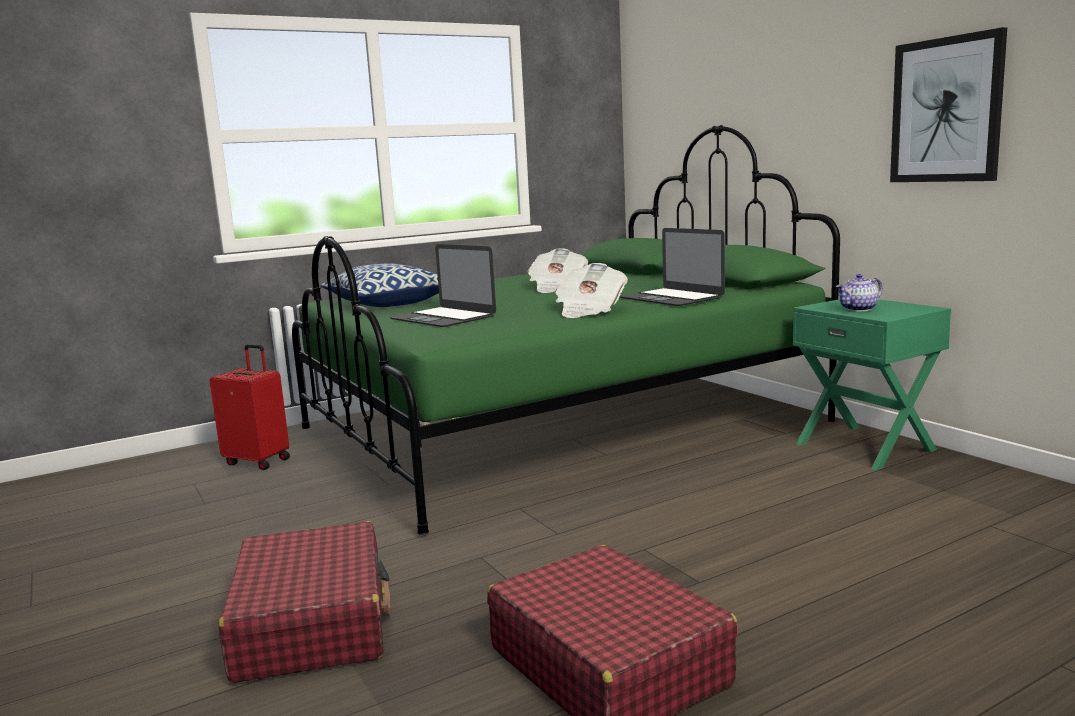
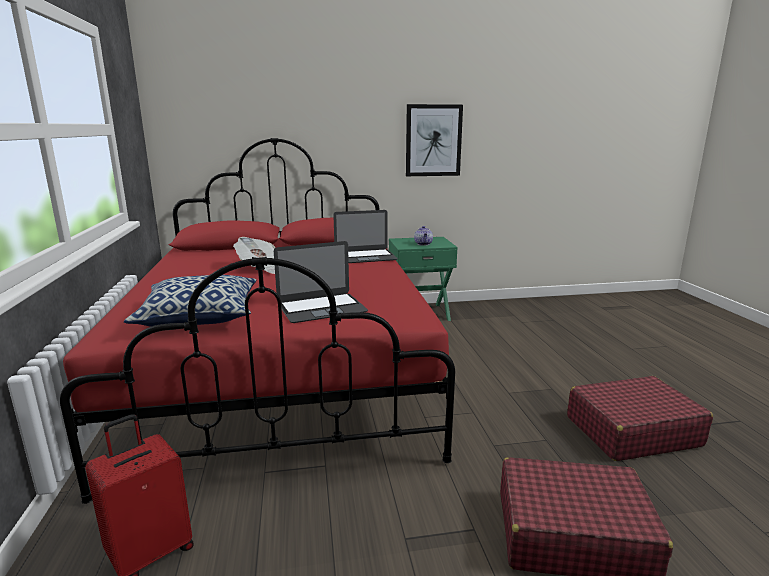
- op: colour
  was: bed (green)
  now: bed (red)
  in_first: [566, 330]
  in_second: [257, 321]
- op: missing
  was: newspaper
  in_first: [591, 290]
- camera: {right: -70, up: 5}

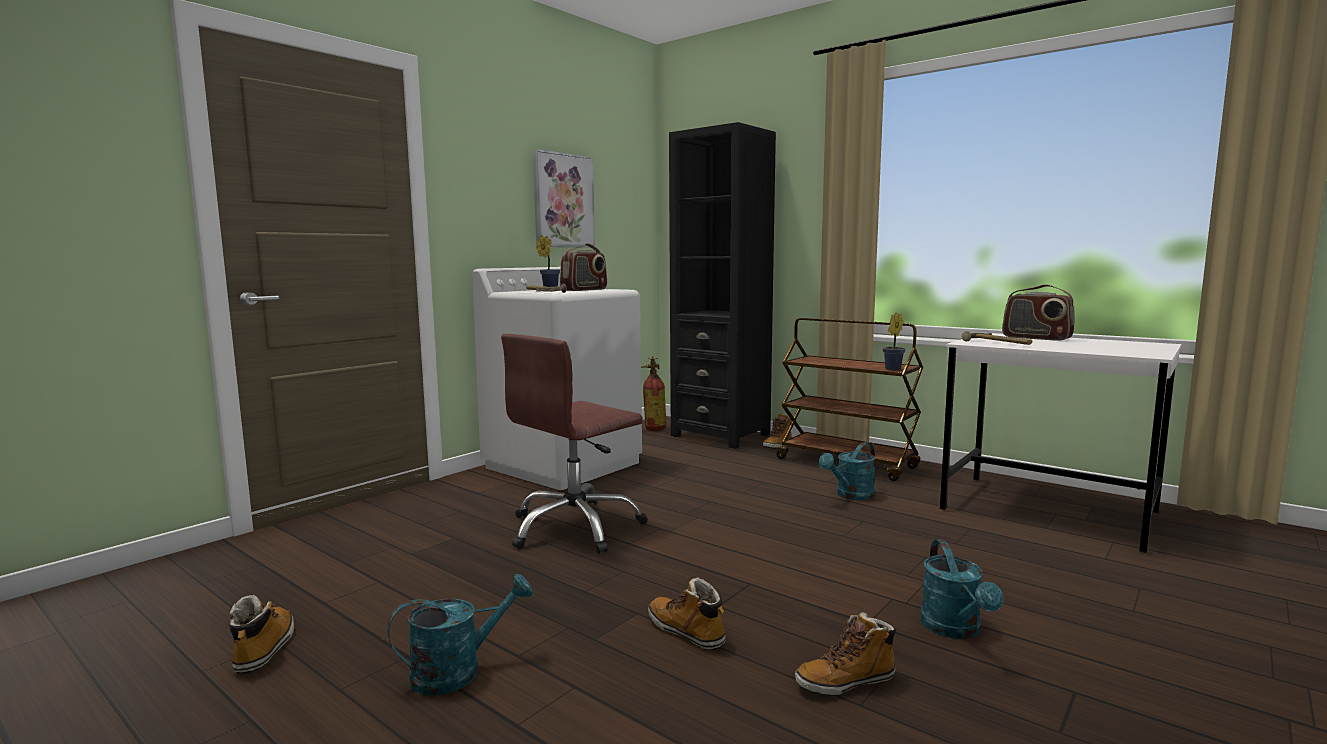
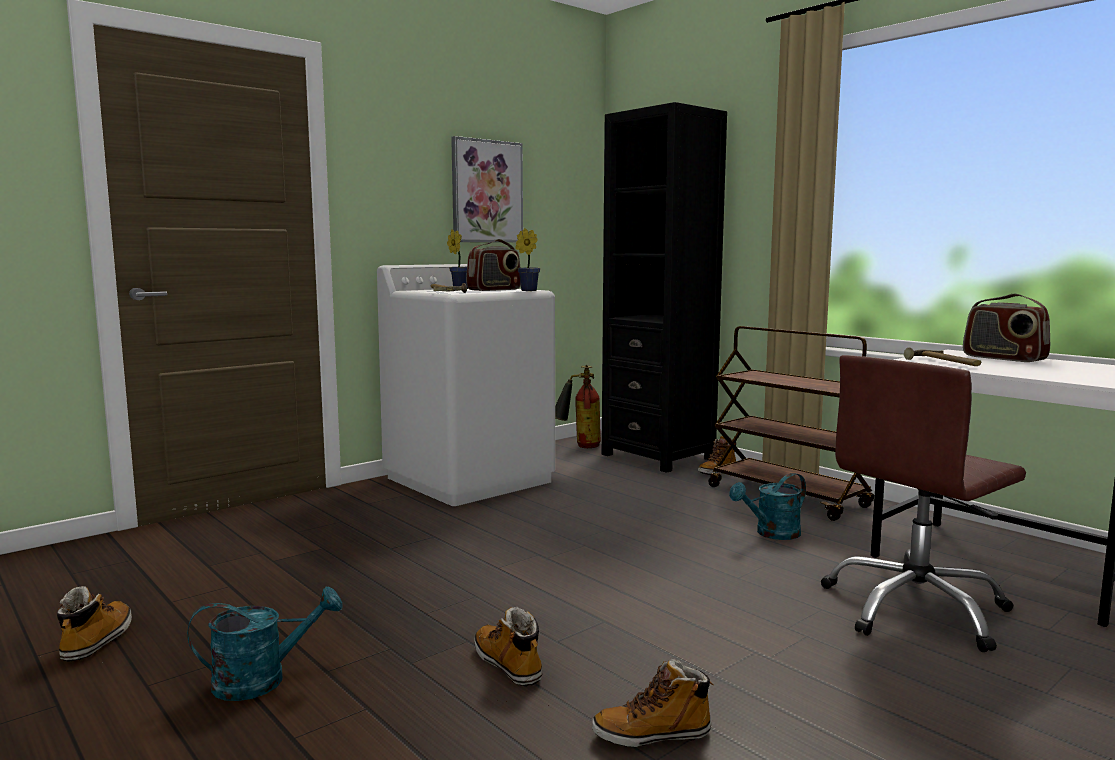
- op: relocated
  was: potted plant
  in_first: [894, 341]
  in_second: [527, 259]
- op: relocated
  was: office chair (brown)
  in_first: [574, 444]
  in_second: [923, 503]
- op: missing
  was: watering can (turquoise)
  in_first: [962, 589]
- camera: {right: 10, up: 0}

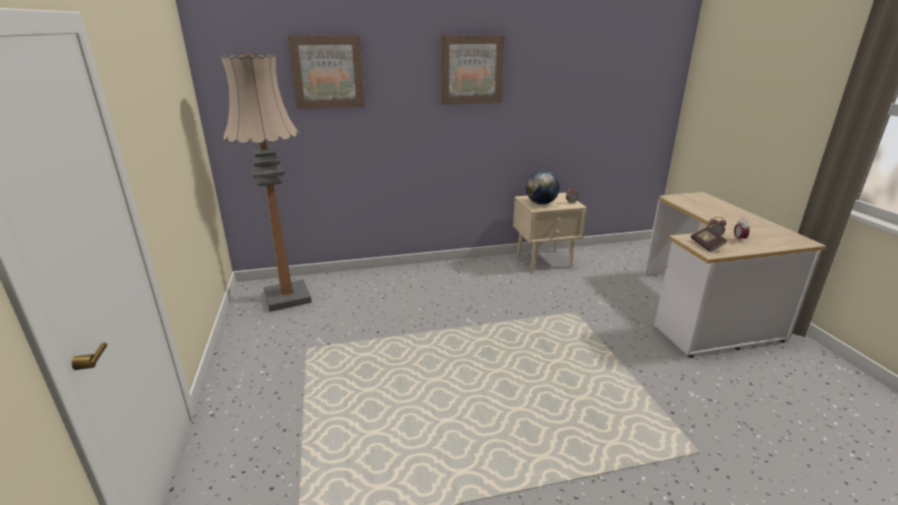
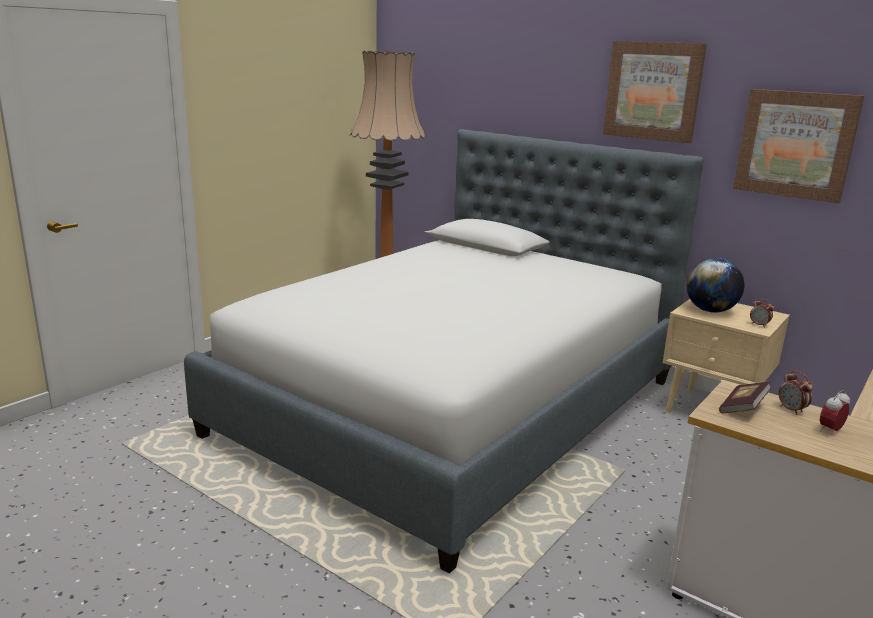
- op: relocated
  was: picture
  in_first: [326, 72]
  in_second: [798, 146]
- op: appeared
  now: bed
  in_second: [444, 351]
- camera: {right: 50, up: -5}

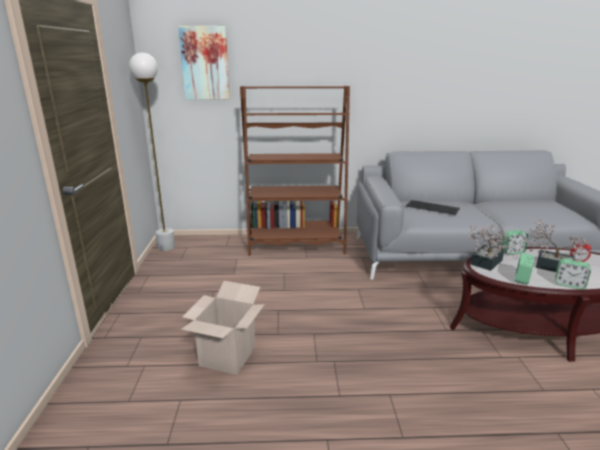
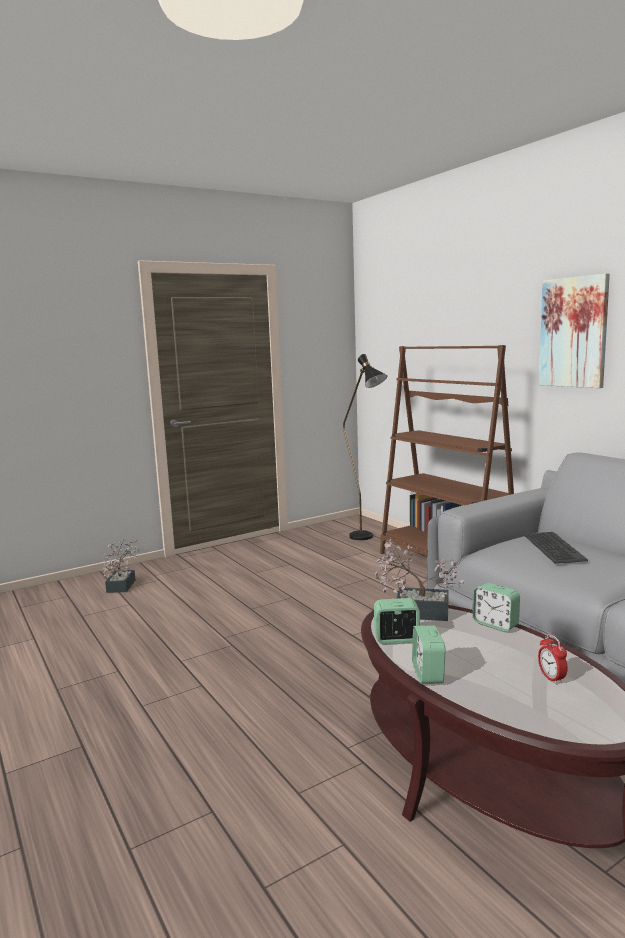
- op: relocated
  was: picture
  in_first: [204, 63]
  in_second: [574, 330]
- op: missing
  was: floor lamp (white)
  in_first: [152, 152]
- op: relocated
  was: potted plant
  in_first: [557, 245]
  in_second: [121, 565]
- op: missing
  was: cardboard box
  in_first: [223, 328]
- op: appeared
  now: floor lamp (black)
  in_second: [365, 447]
- camera: {right: 60, up: -10}

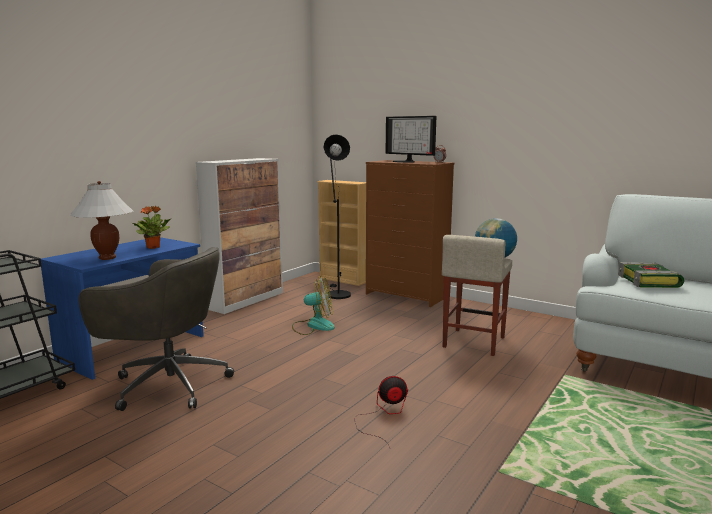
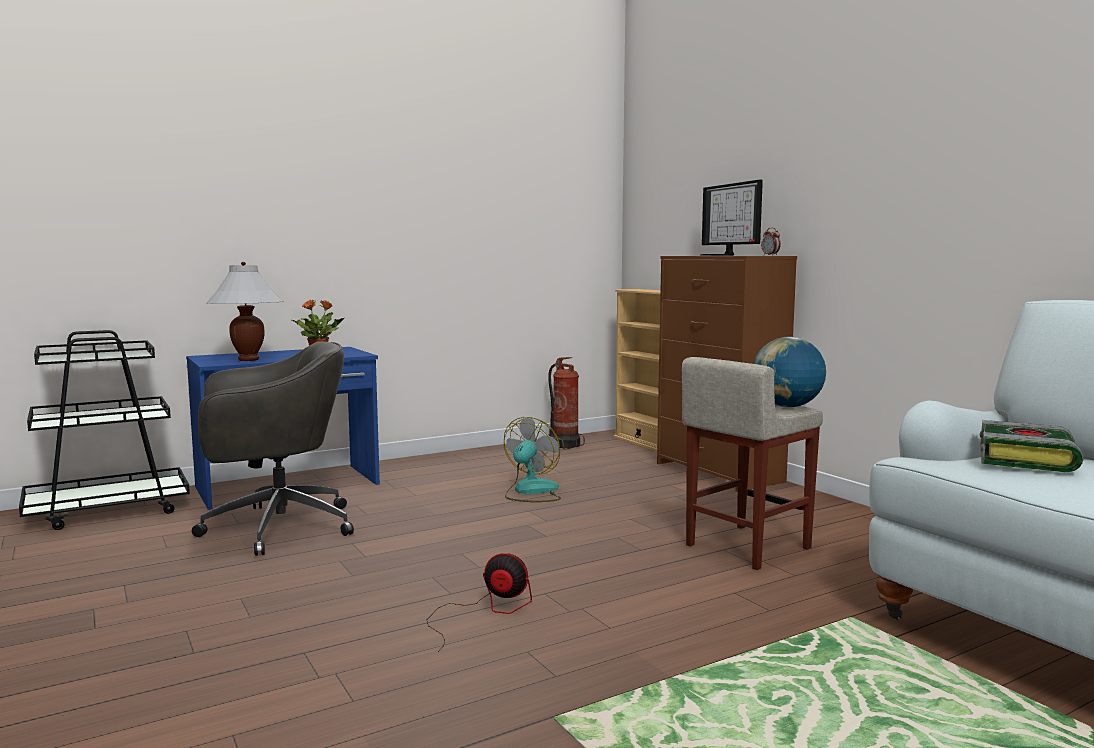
- op: missing
  was: floor lamp (black)
  in_first: [337, 216]
- op: missing
  was: cabinet
  in_first: [239, 236]
- op: spun
  was: office chair (grey)
  in_first: [156, 329]
  in_second: [273, 449]
  clockwise: -60
- op: spun
  was: fan
  in_first: [313, 305]
  in_second: [532, 459]
  clockwise: -90
- op: appeared
  now: fire extinguisher
  in_second: [566, 403]
- camera: {right: 25, up: -5}

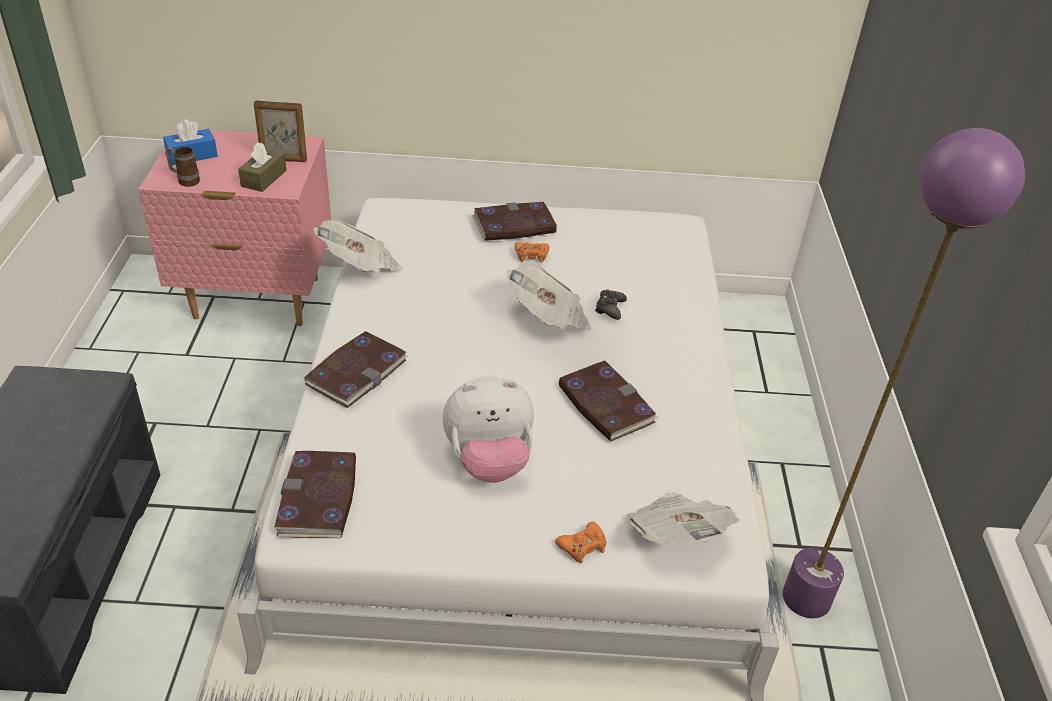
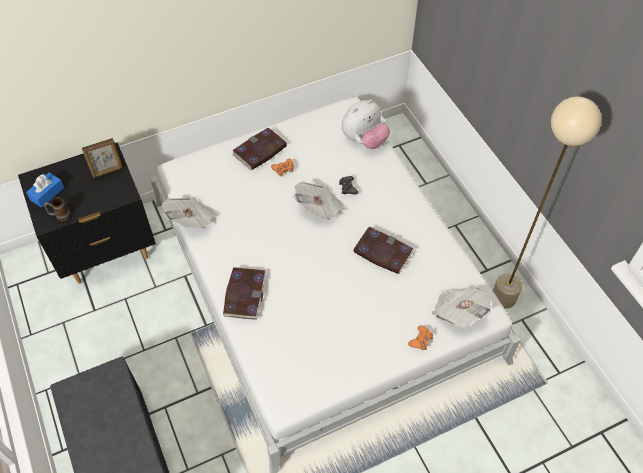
- op: colour
  was: floor lamp (purple)
  now: floor lamp (beige)
  in_first: [904, 373]
  in_second: [547, 202]
- op: colour
  was: nightstand (pink)
  now: nightstand (black)
  in_first: [234, 227]
  in_second: [87, 213]
- op: missing
  was: tissue box (brown)
  in_first: [262, 167]
- op: relocated
  was: plush toy
  in_first: [488, 429]
  in_second: [366, 124]
- op: missing
  was: book
  in_first: [315, 494]
- camera: {right: -25, up: 15}

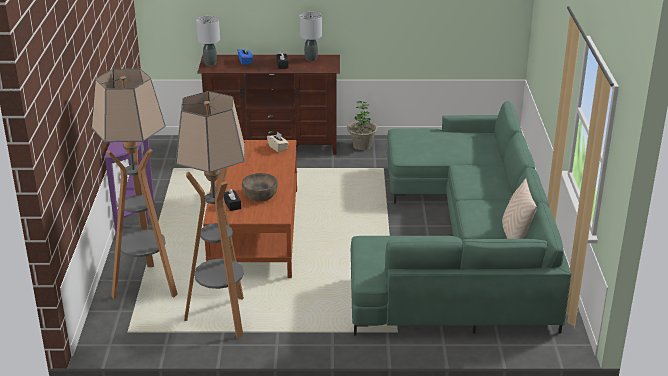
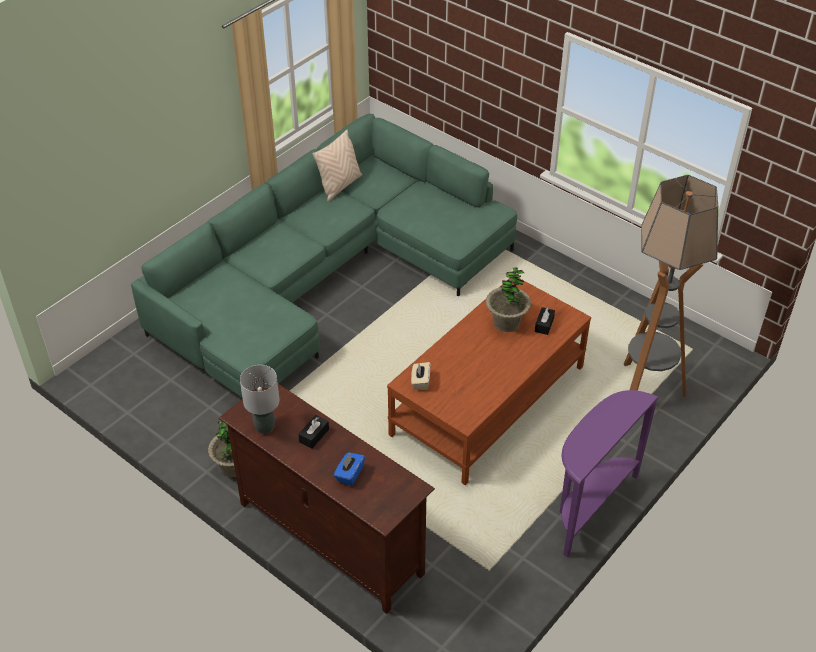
- op: missing
  was: table lamp (grey)
  in_first: [208, 41]
- op: missing
  was: floor lamp
  in_first: [210, 214]
- op: exchanged
  was: bowl (brown)
  now: potted plant
  in_first: [260, 187]
  in_second: [508, 300]
- camera: {right: -140, up: 15}

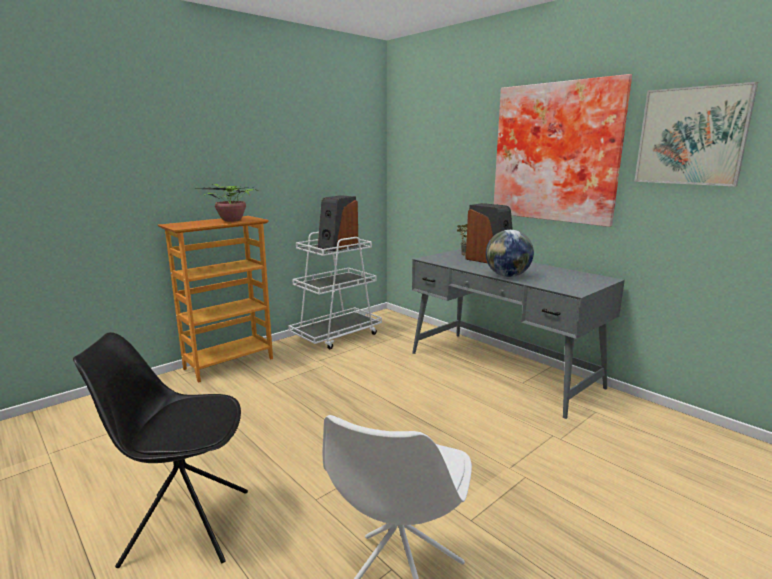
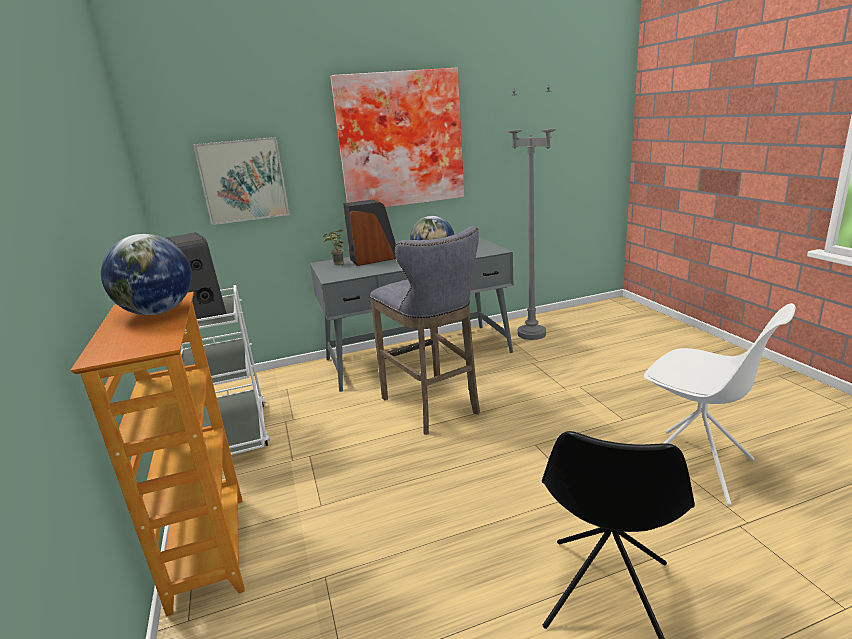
- op: relocated
  was: picture
  in_first: [696, 134]
  in_second: [241, 181]
- op: exchanged
  was: potted plant
  now: globe
  in_first: [228, 203]
  in_second: [146, 274]
- op: appeared
  now: floor lamp (grey)
  in_second: [531, 212]
- op: appeared
  now: stool (grey)
  in_second: [425, 330]
- camera: {right: -65, up: 5}

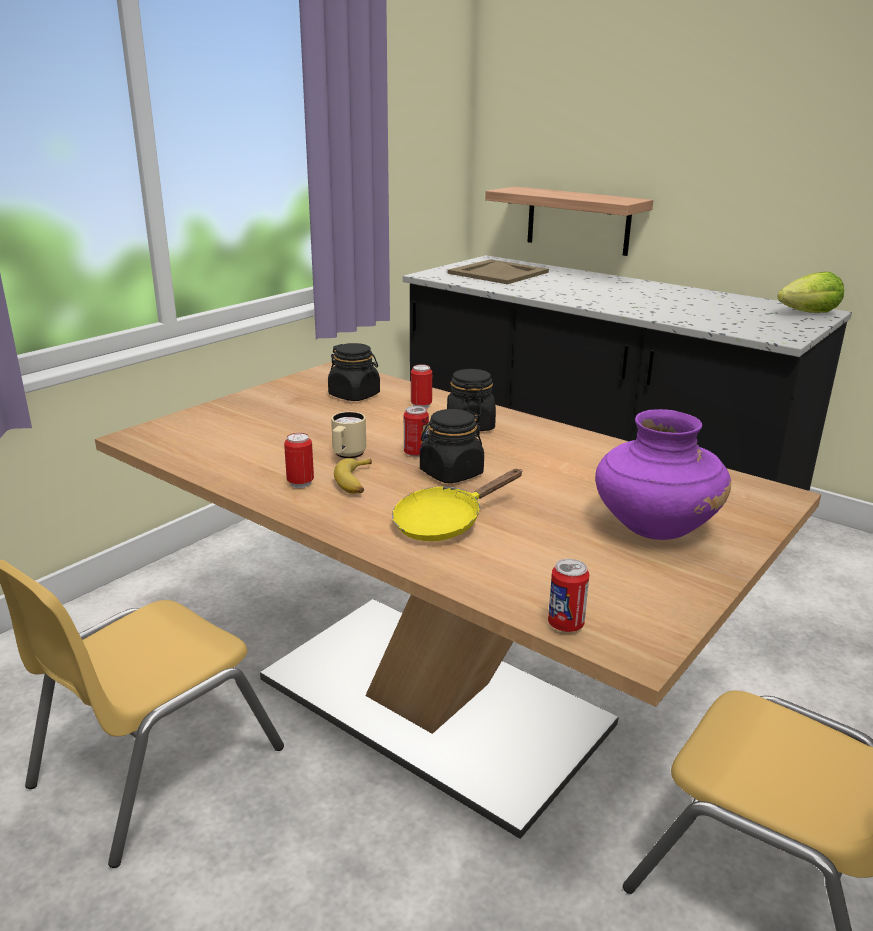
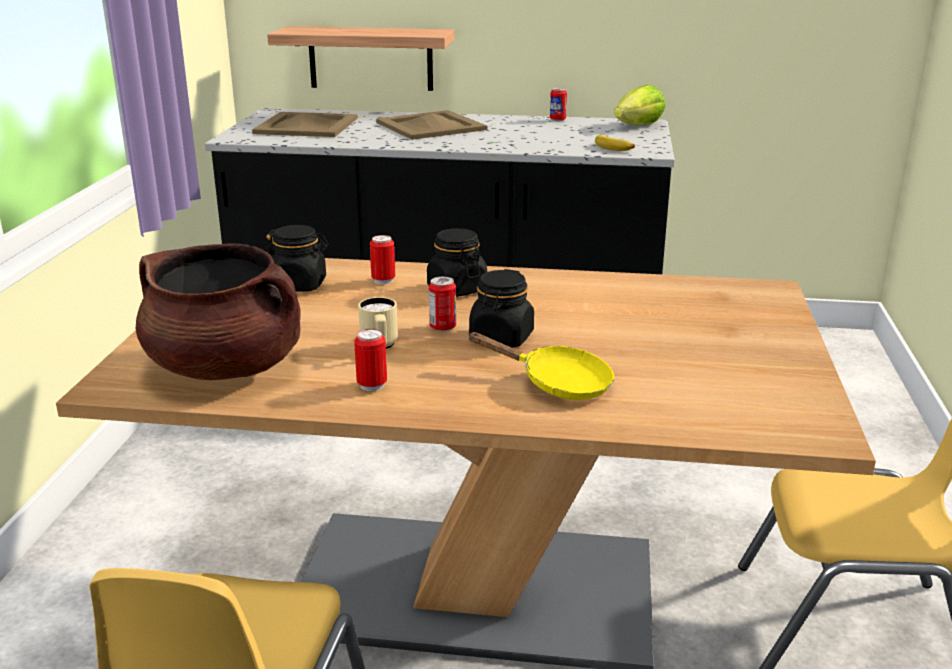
- op: missing
  was: vase (purple)
  in_first: [663, 474]
- op: relocated
  was: banana
  in_first: [353, 476]
  in_second: [615, 143]
- op: spun
  was: frying pan (yellow)
  in_first: [457, 505]
  in_second: [540, 366]
  clockwise: -90
- op: relocated
  was: can
  in_first: [568, 595]
  in_second: [558, 104]
- op: appeared
  now: tray (beige)
  in_second: [431, 125]
- op: appeared
  now: cooking pot (brown)
  in_second: [218, 311]
- camera: {right: -30, up: 0}

